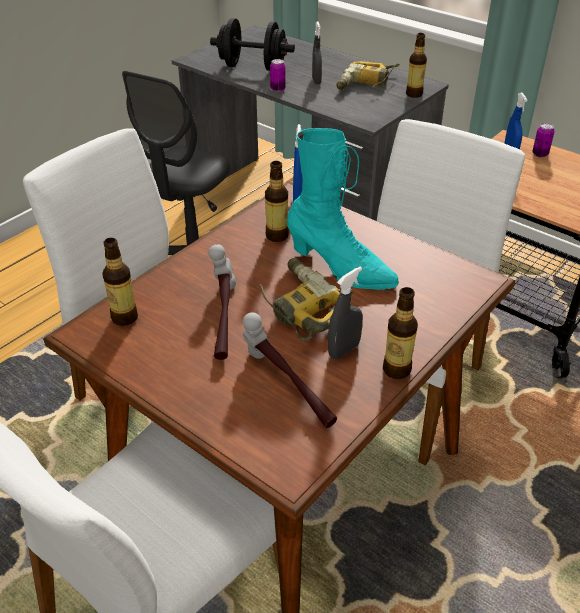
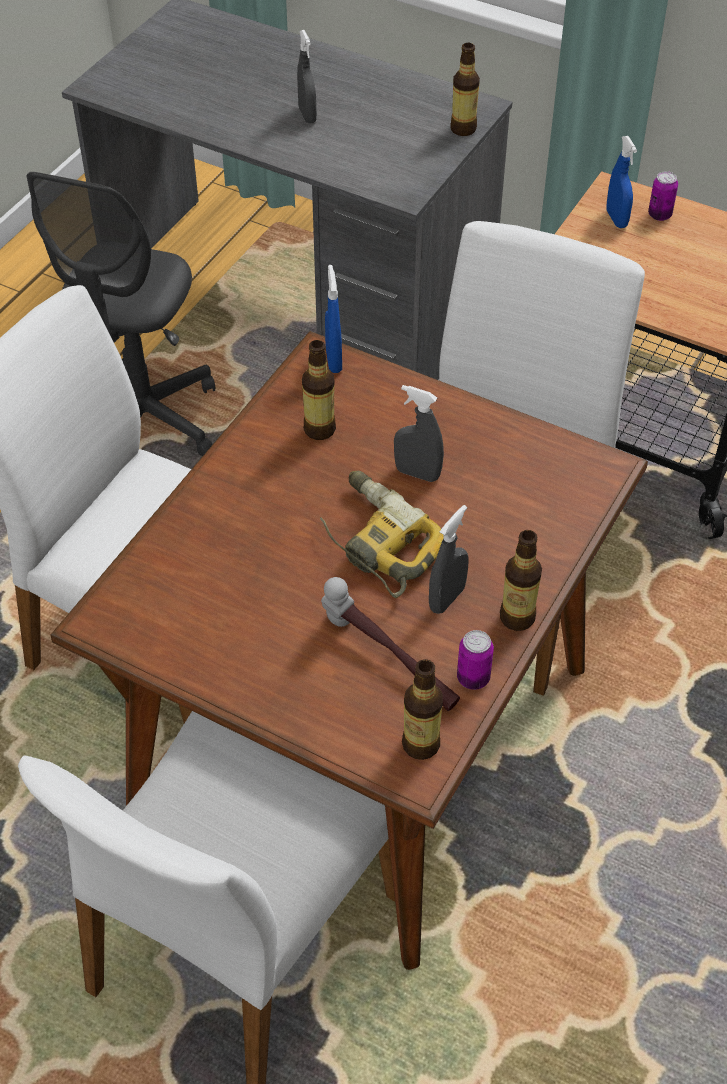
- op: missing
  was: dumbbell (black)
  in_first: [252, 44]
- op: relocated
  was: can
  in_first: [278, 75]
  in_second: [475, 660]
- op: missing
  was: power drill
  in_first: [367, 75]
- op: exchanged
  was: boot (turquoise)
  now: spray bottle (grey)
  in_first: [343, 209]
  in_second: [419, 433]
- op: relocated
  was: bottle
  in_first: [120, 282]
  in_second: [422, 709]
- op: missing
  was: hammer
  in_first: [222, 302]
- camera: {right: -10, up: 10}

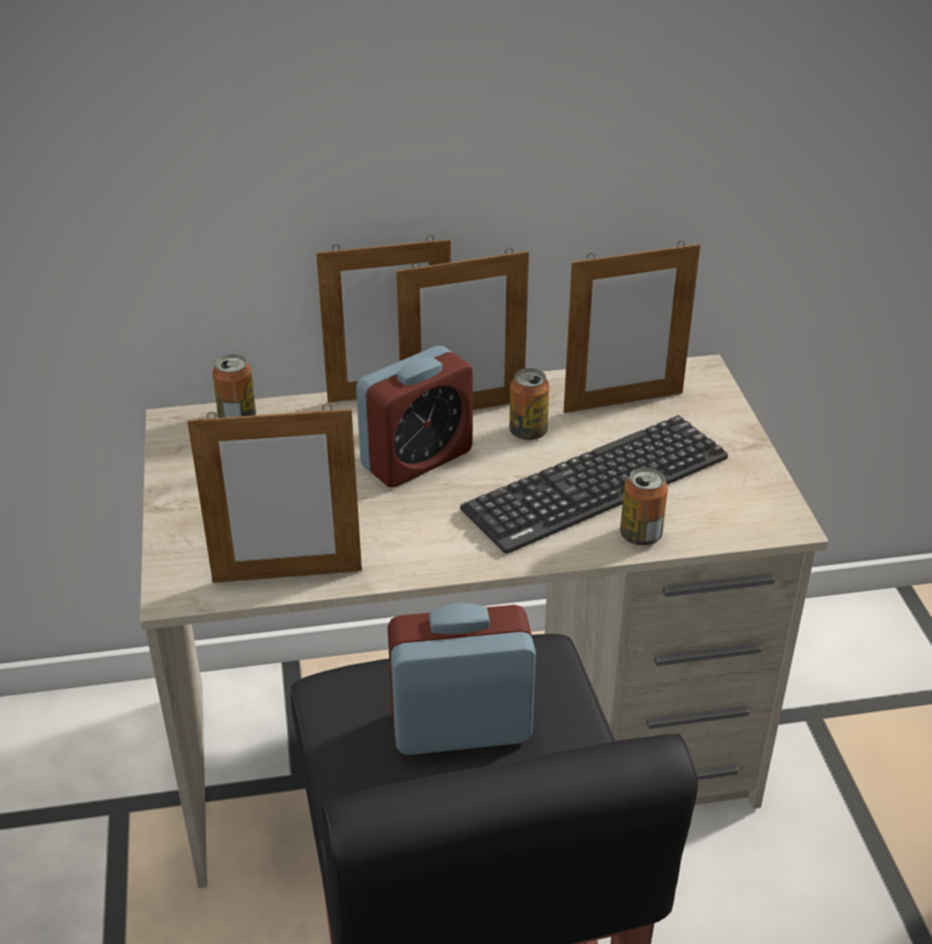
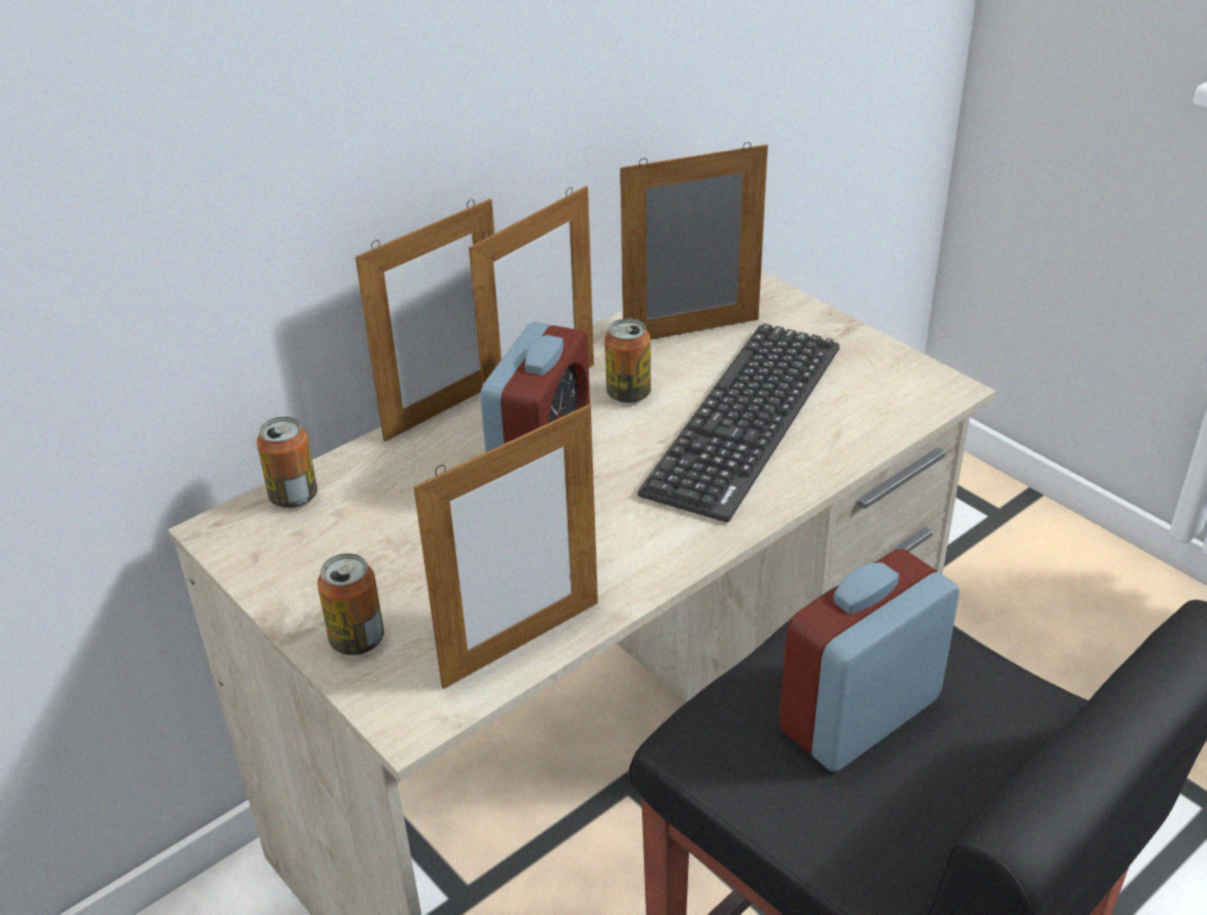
- op: spun
  was: picture frame
  in_first: [632, 327]
  in_second: [694, 241]
  clockwise: -150
- op: relocated
  was: can
  in_first: [644, 506]
  in_second: [350, 604]
- camera: {right: -30, up: 0}

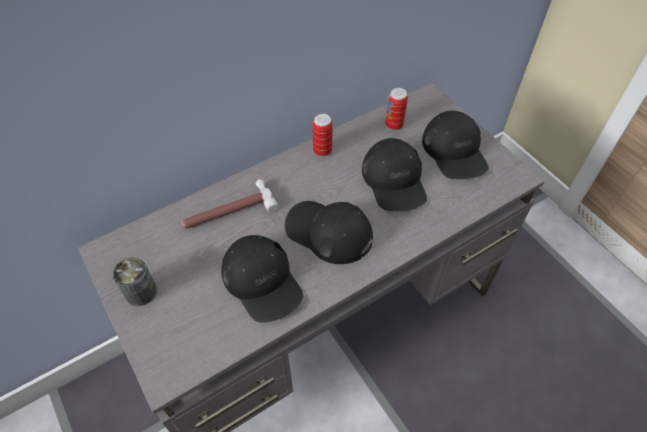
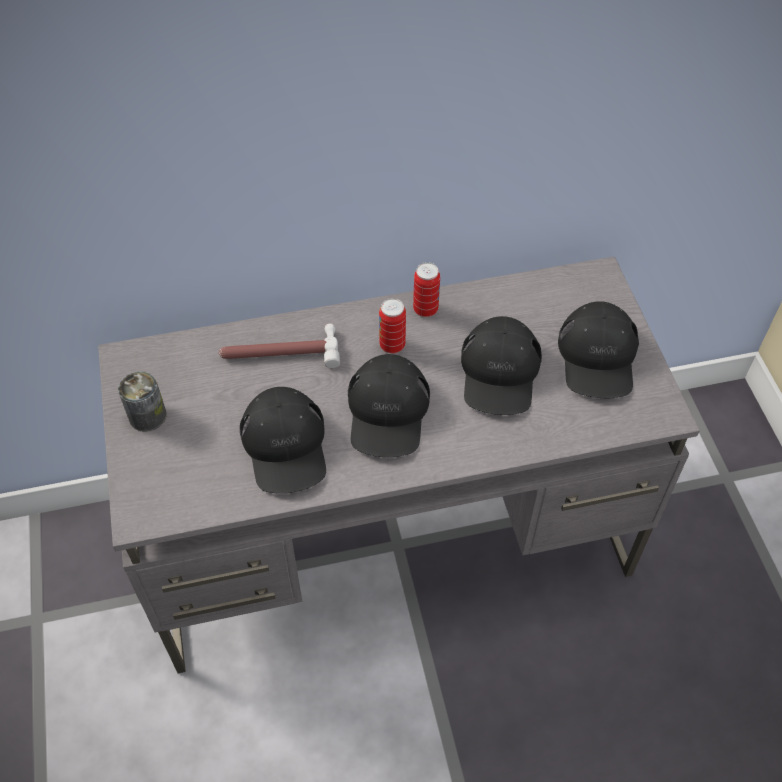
- op: relocated
  was: can
  in_first: [396, 109]
  in_second: [392, 326]
- op: spun
  was: cap (black)
  in_first: [329, 232]
  in_second: [389, 405]
  clockwise: -135
- camera: {right: 20, up: 0}

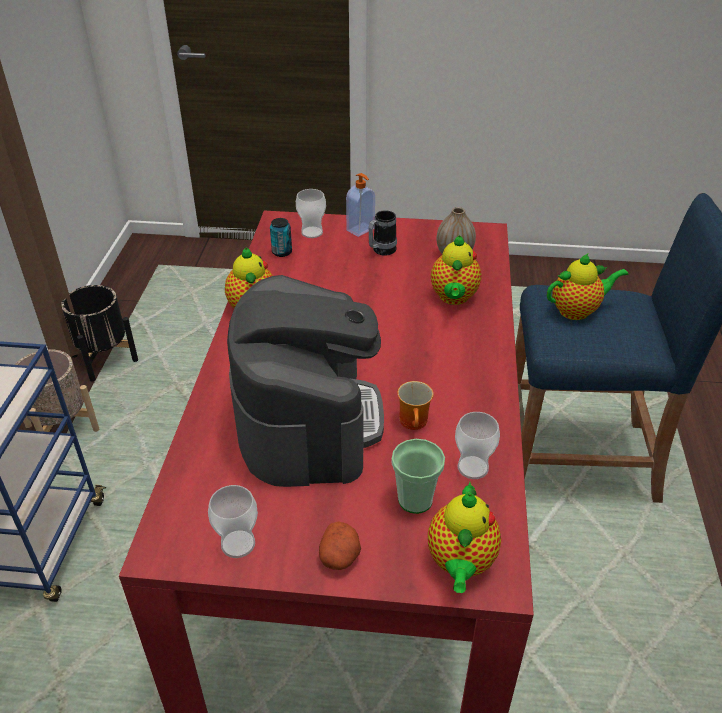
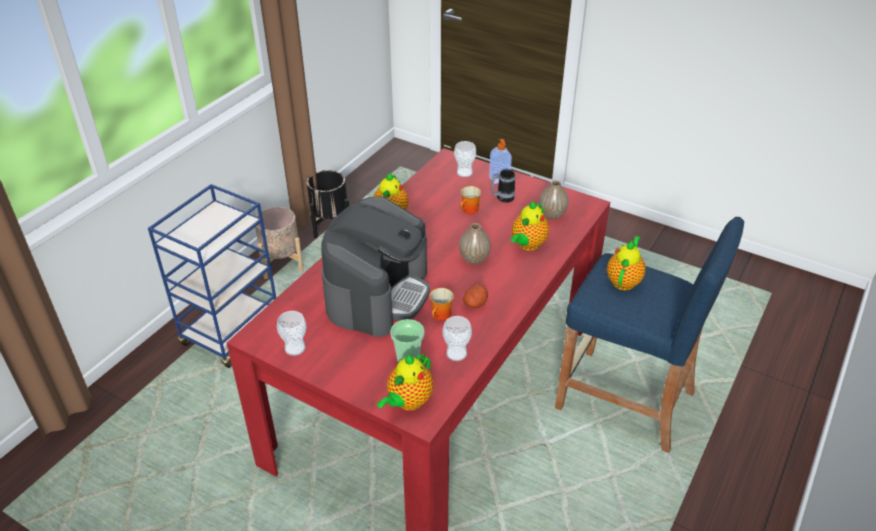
- op: missing
  was: can
  in_first: [281, 237]
- op: spun
  was: teapot
  in_first: [588, 286]
  in_second: [626, 263]
  clockwise: -75
- op: relocated
  was: potato
  in_first: [340, 545]
  in_second: [475, 296]
- op: appeared
  now: mug
  in_second: [470, 200]
- op: appeared
  now: vase
  in_second: [475, 243]
- camera: {right: 25, up: 0}

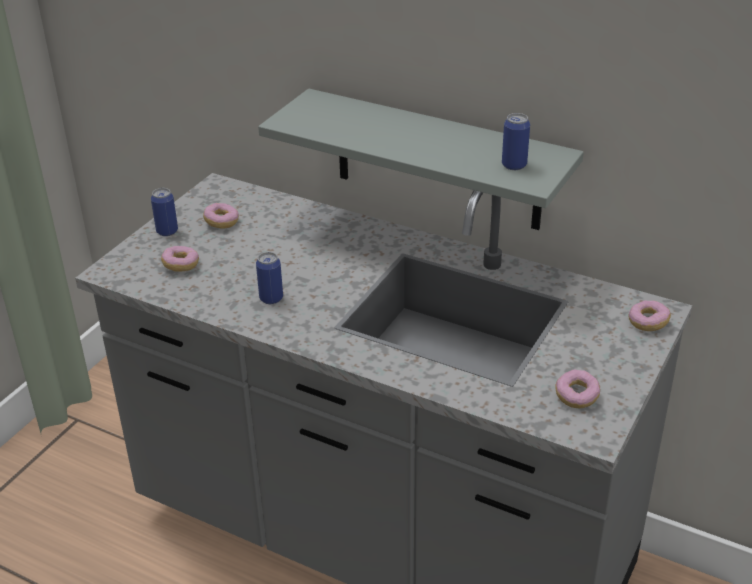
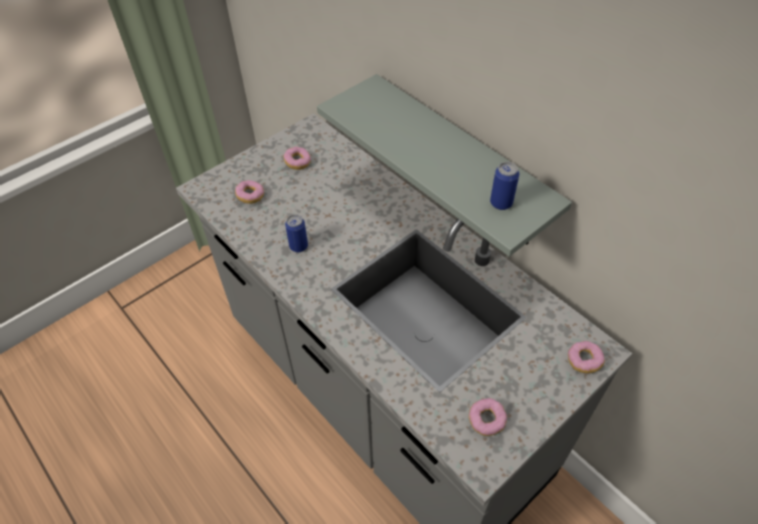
- op: missing
  was: can
  in_first: [164, 212]
- camera: {right: 20, up: 15}

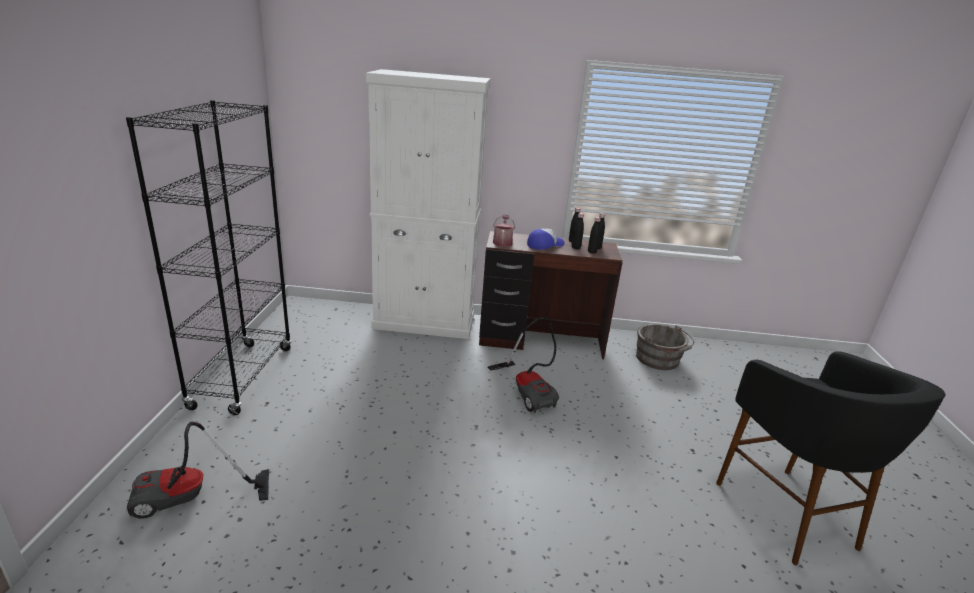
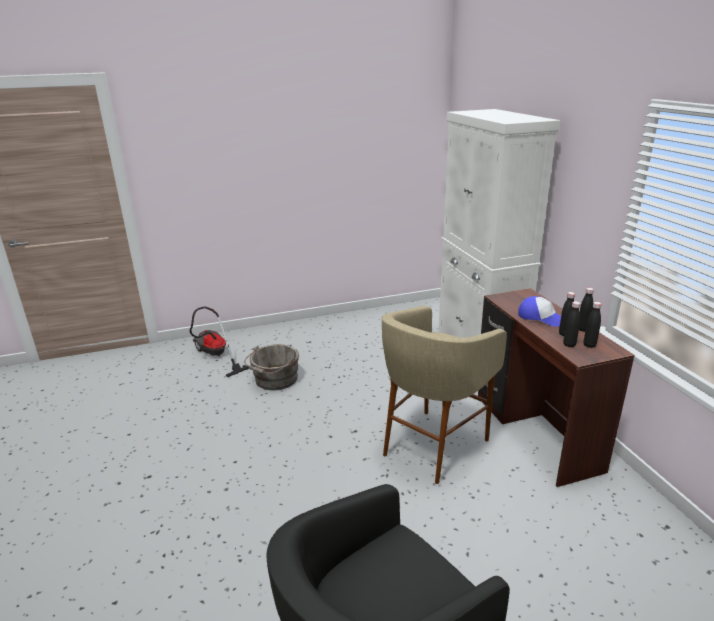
- op: missing
  was: bookcase (black)
  in_first: [209, 257]
- op: missing
  was: watering can
  in_first: [504, 231]
- op: exchanged
  was: vacuum cleaner
  now: stool (beige)
  in_first: [523, 365]
  in_second: [444, 395]
- op: relocated
  was: bucket (grey)
  in_first: [665, 347]
  in_second: [271, 367]
- camera: {right: 70, up: 0}

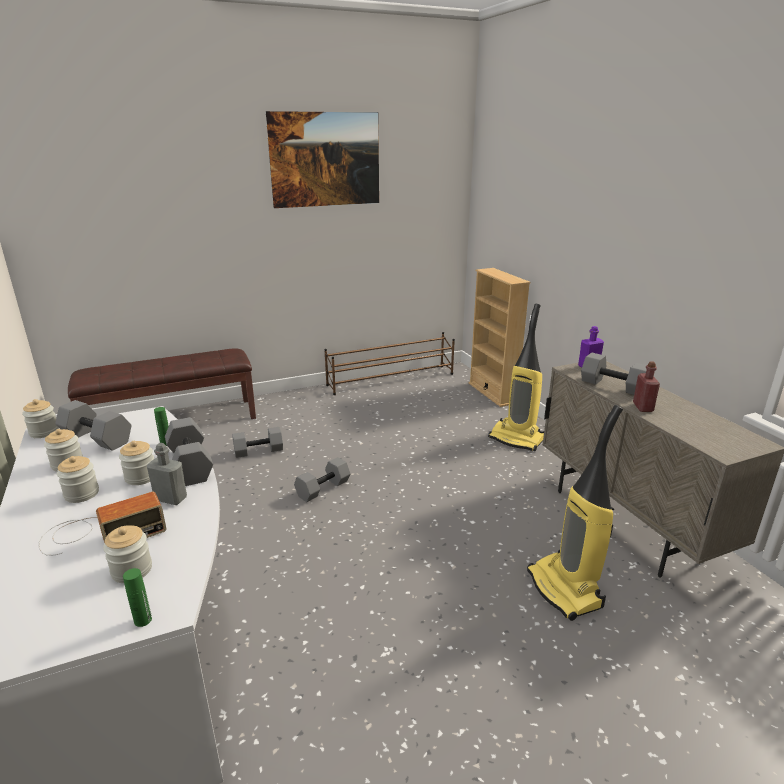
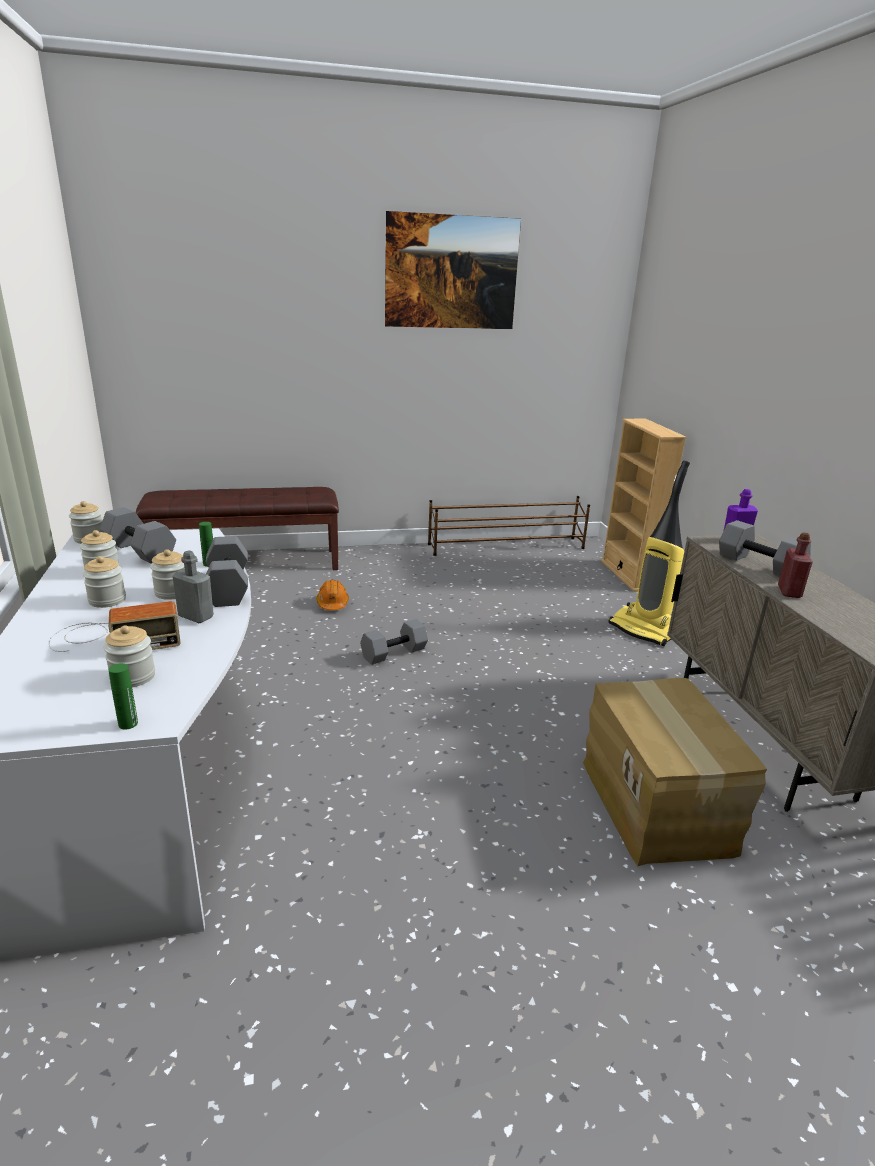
- op: exchanged
  was: vacuum cleaner
  now: cardboard box
  in_first: [575, 513]
  in_second: [675, 772]
- op: exchanged
  was: dumbbell (grey)
  now: hard hat (orange)
  in_first: [257, 442]
  in_second: [332, 595]
- camera: {right: 10, up: 0}

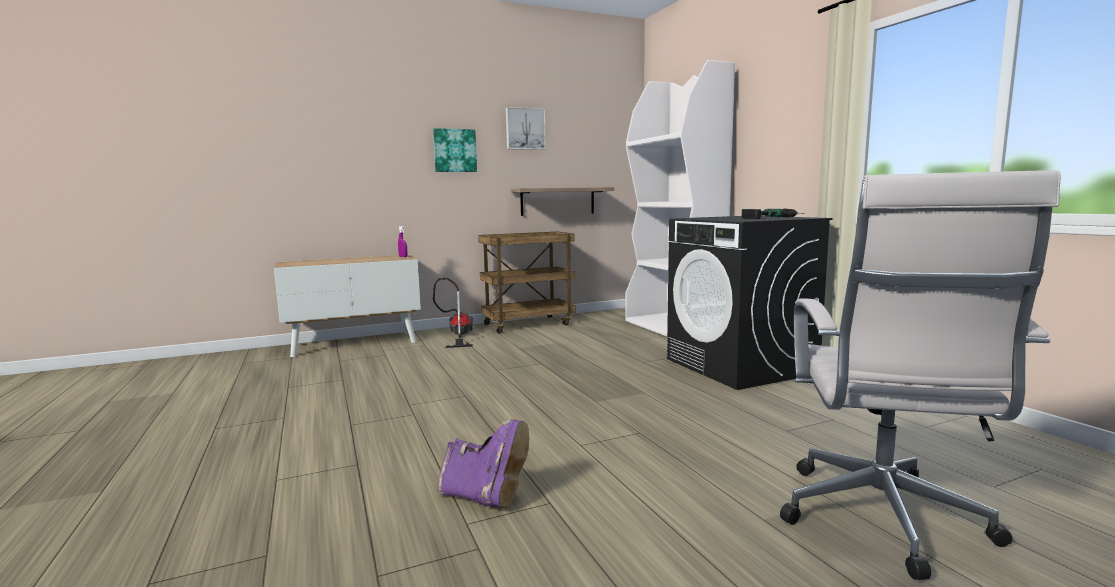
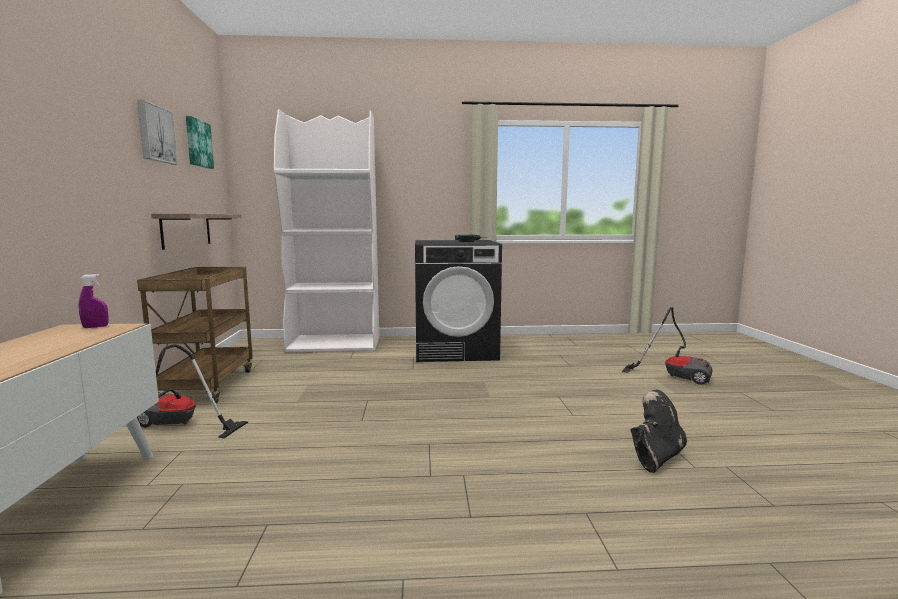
- op: relocated
  was: picture
  in_first: [455, 150]
  in_second: [200, 142]
- op: exchanged
  was: office chair (white)
  now: vacuum cleaner
  in_first: [920, 375]
  in_second: [667, 346]
- op: colour
  was: boot (purple)
  now: boot (black)
  in_first: [483, 463]
  in_second: [659, 431]
- camera: {right: -70, up: 0}

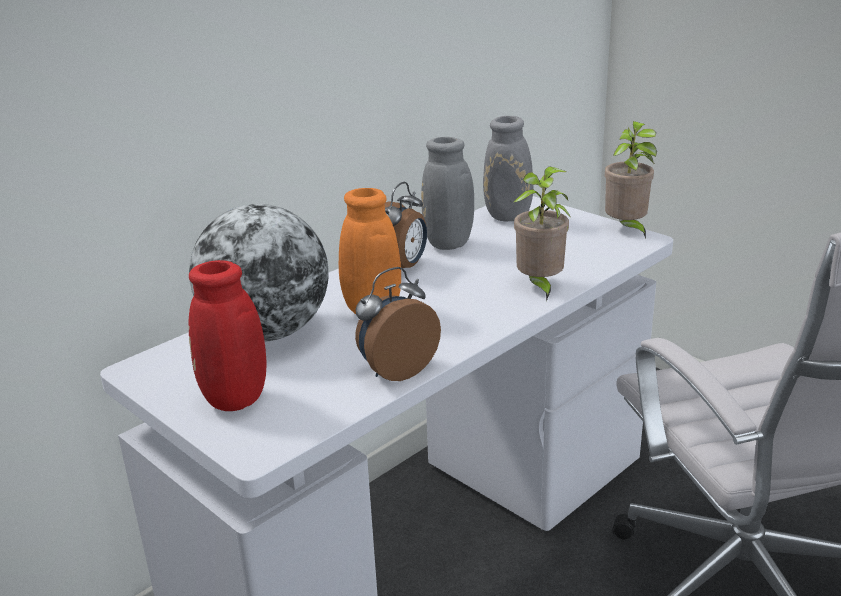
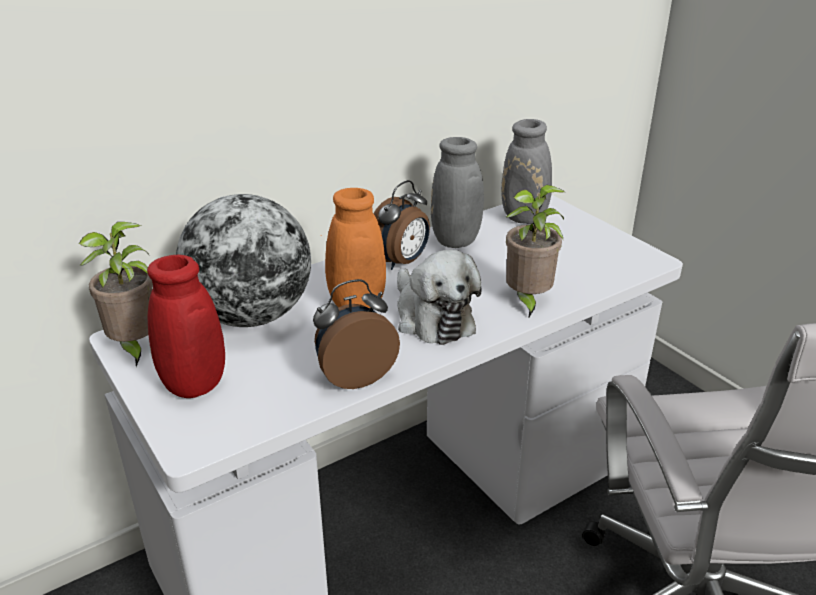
- op: relocated
  was: potted plant
  in_first: [631, 180]
  in_second: [116, 294]
- op: appeared
  now: plush toy
  in_second: [439, 297]
- camera: {right: 10, up: 5}

